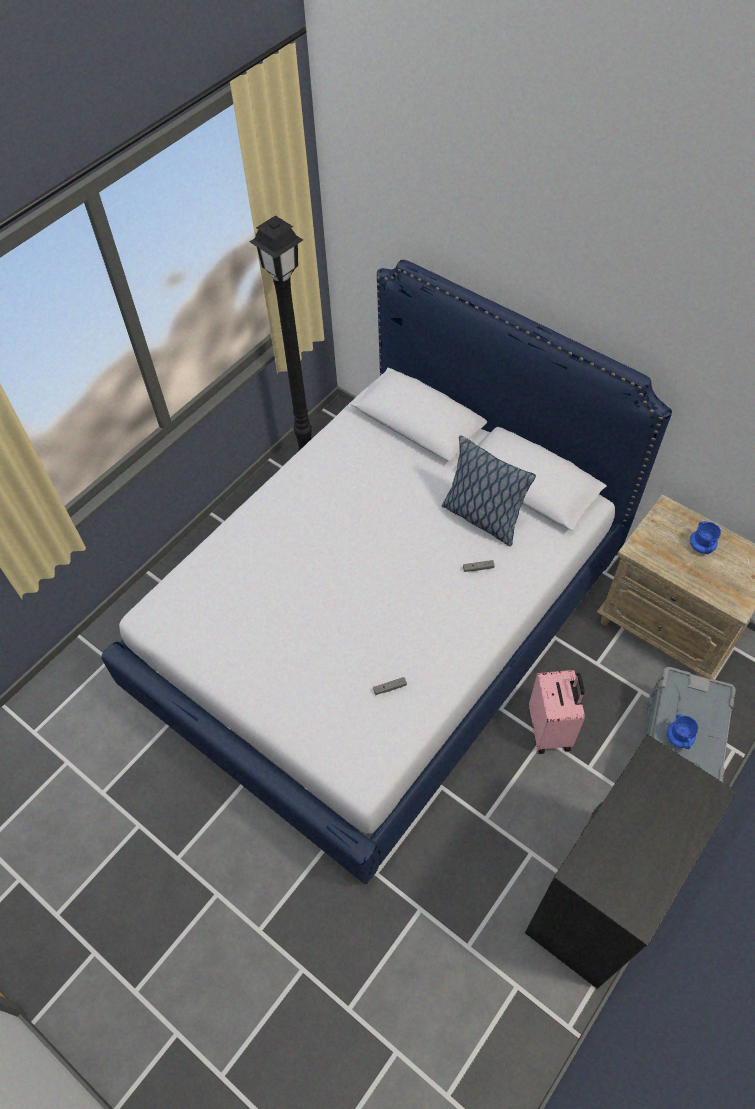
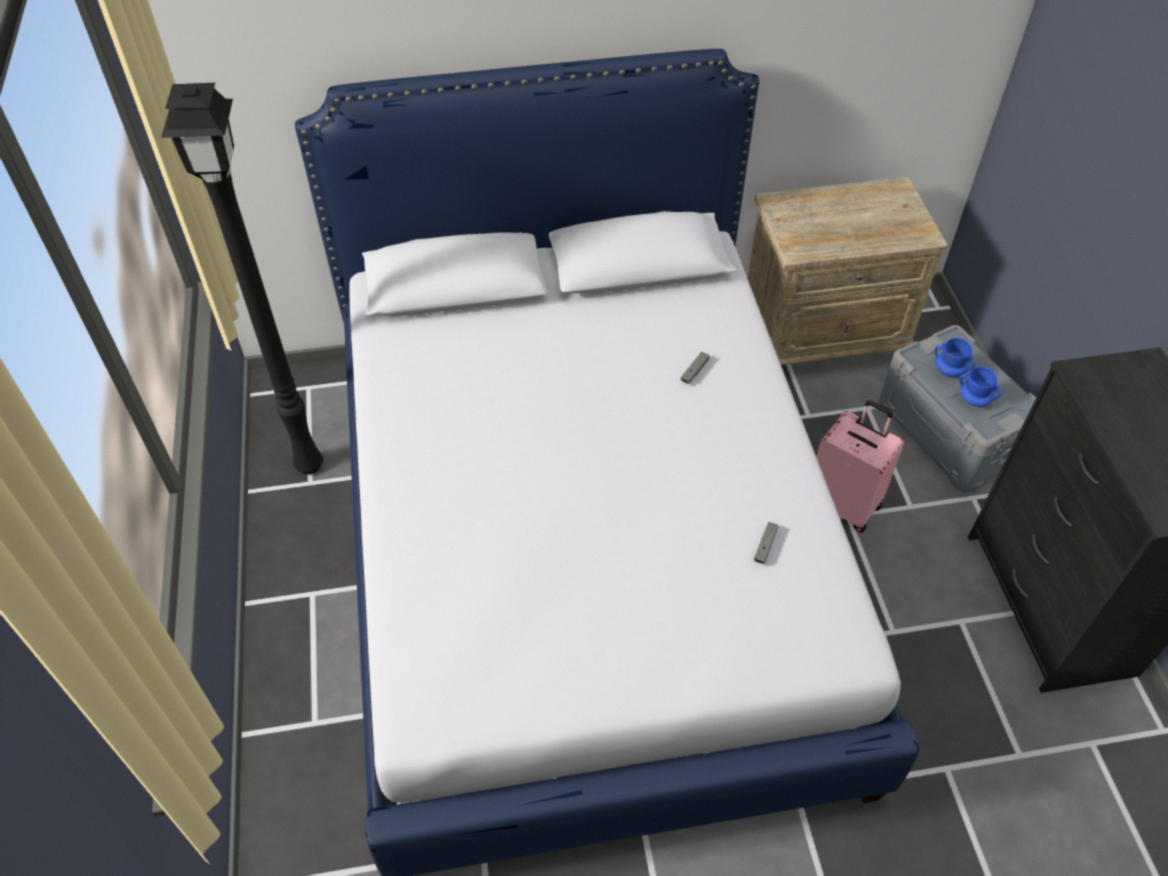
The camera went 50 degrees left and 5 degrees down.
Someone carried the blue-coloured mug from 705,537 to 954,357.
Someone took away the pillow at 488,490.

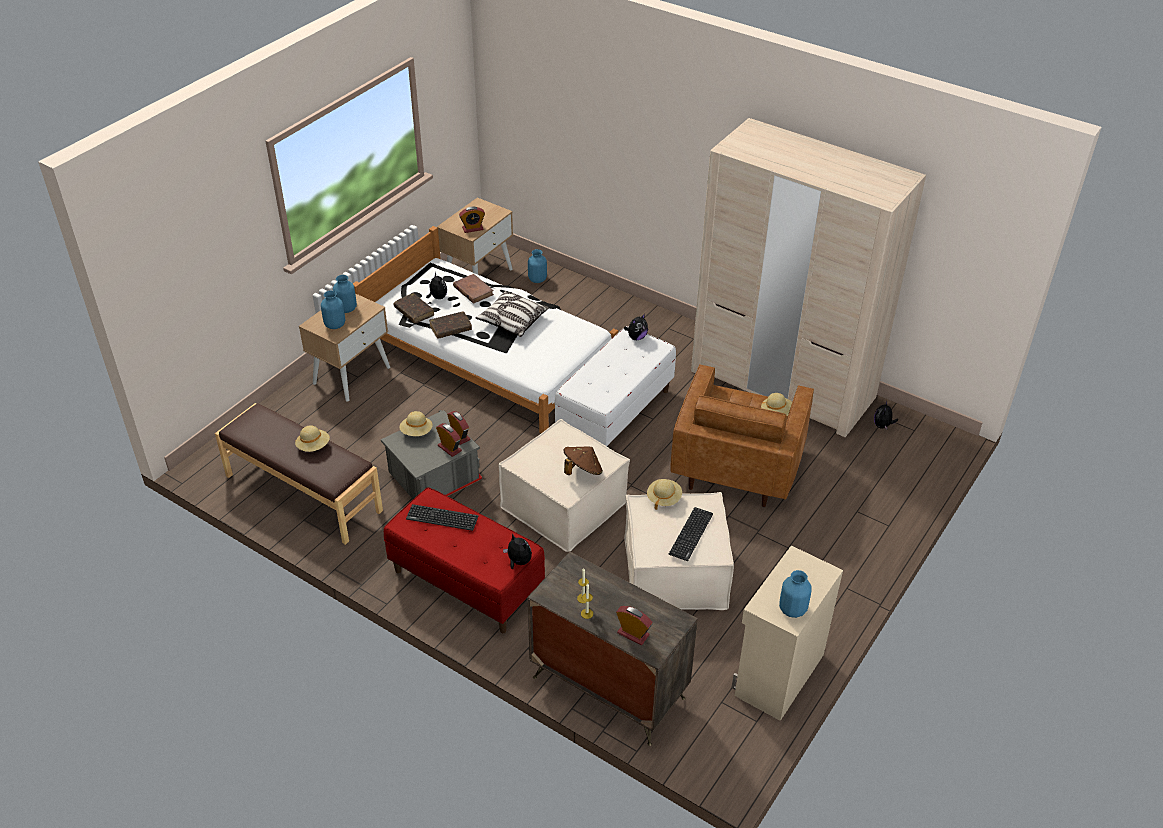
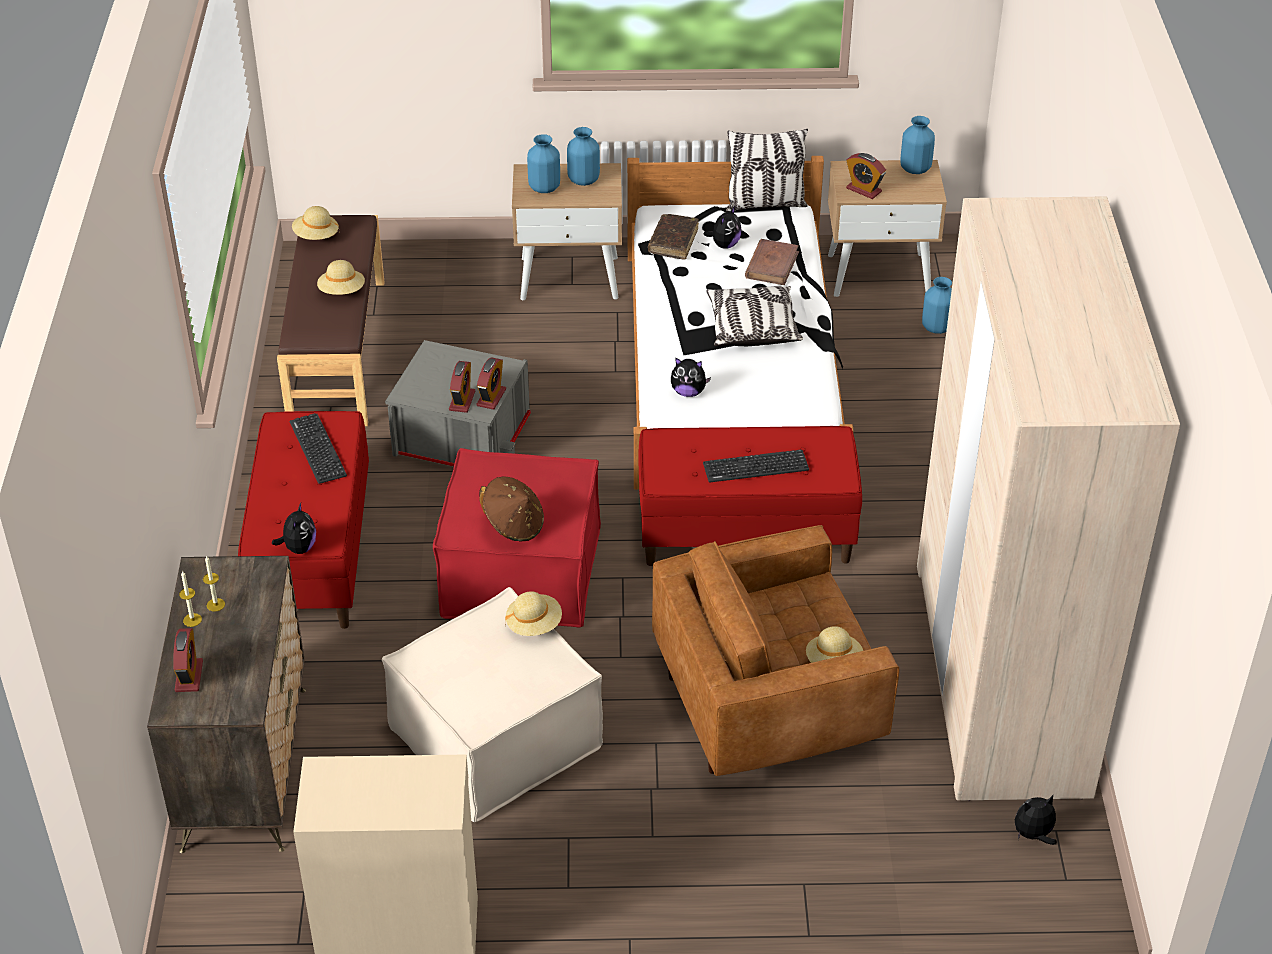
The camera went 55 degrees right and 0 degrees up.
Someone carried the beige wearable hat from 416,423 to 316,223.
Someone repainted the beige ottoman at 564,485, which became the reddish ottoman at 517,537.
Someone repainted the whitish indoor bench at 615,386, which became the reddish indoor bench at 750,496.
Someone carried the soft toy from 636,327 to 691,377.
Someone carried the keyboard from 691,534 to 756,466.
Someone put down the pillow at 767,170.
Someone carried the blue-coloured decorative vase from 795,594 to 917,145.
Someone took away the brown bound book at 450,325.

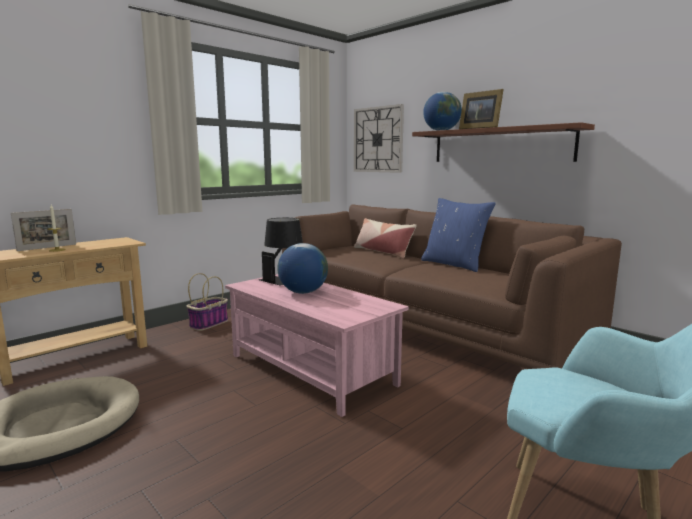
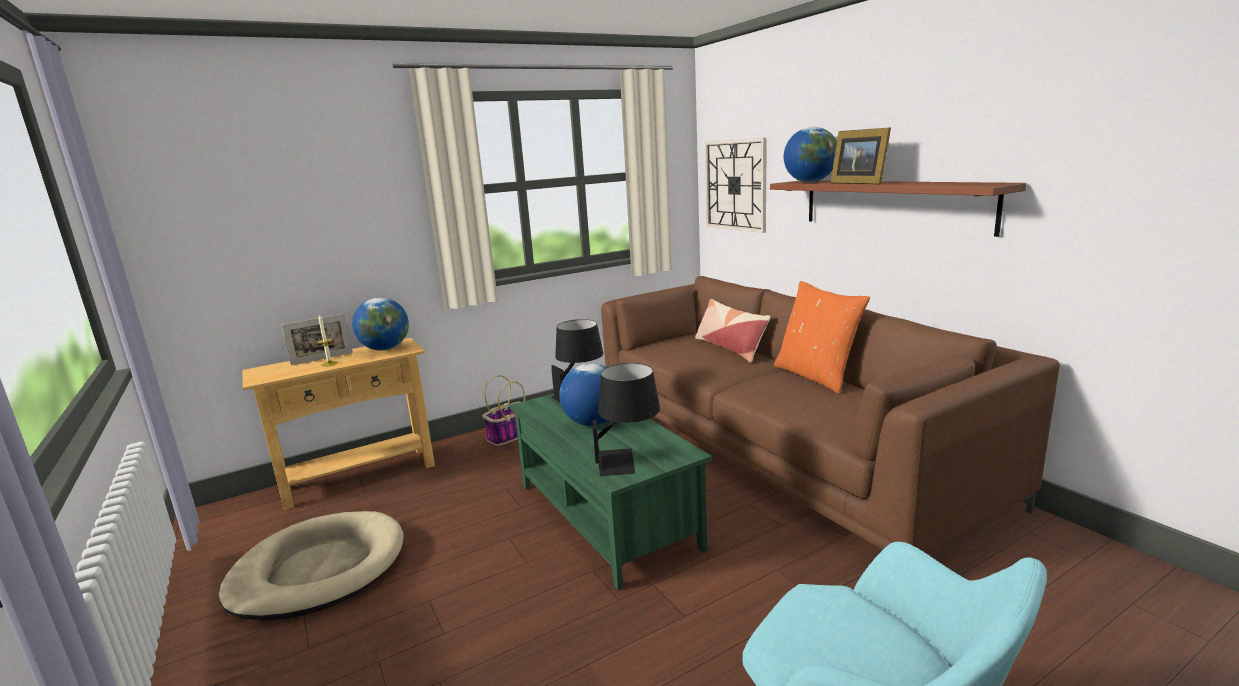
The camera went 15 degrees right and 5 degrees up.
Someone put down the globe at 380,324.
Someone repainted the pink-coloured coffee table at 317,345, which became the green-coloured coffee table at 610,492.
Someone put down the black-coloured lamp for a table at 626,419.
Someone repainted the blue-coloured pillow at 458,235, which became the orangey pillow at 822,337.

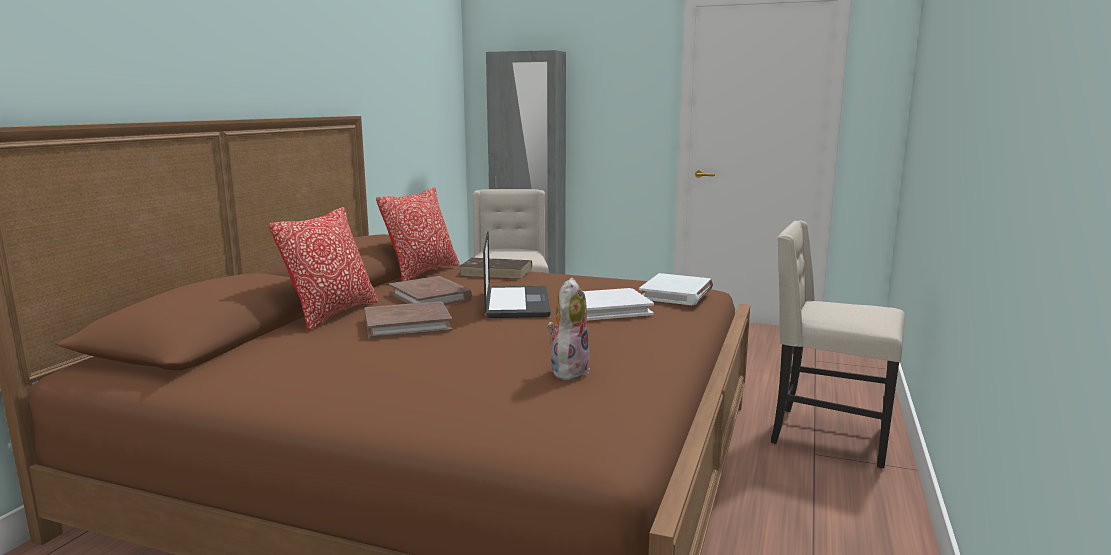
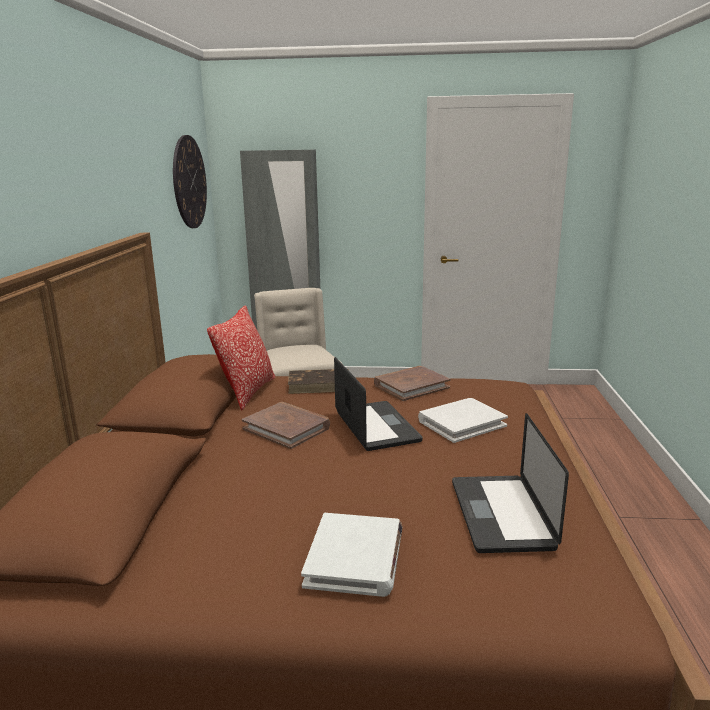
The camera went 15 degrees left and 5 degrees up.
Someone put up the hanging clock at 190,181.
Someone carried the whitish bound book from 676,289 to 351,555.
Someone carried the brown bound book from 409,320 to 412,383.
Someone swapped the soft toy at 568,329 for the notebook computer at 510,483.
Someone took away the pillow at 323,269.
Someone took away the beige chair at 838,344.

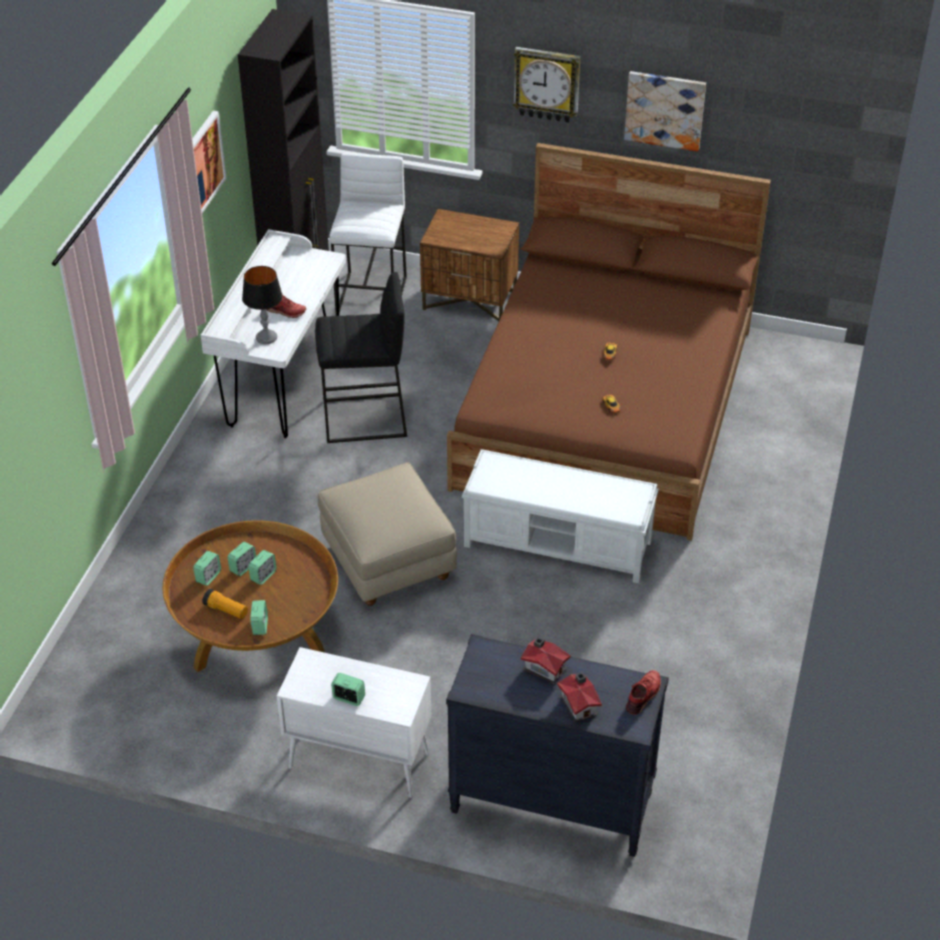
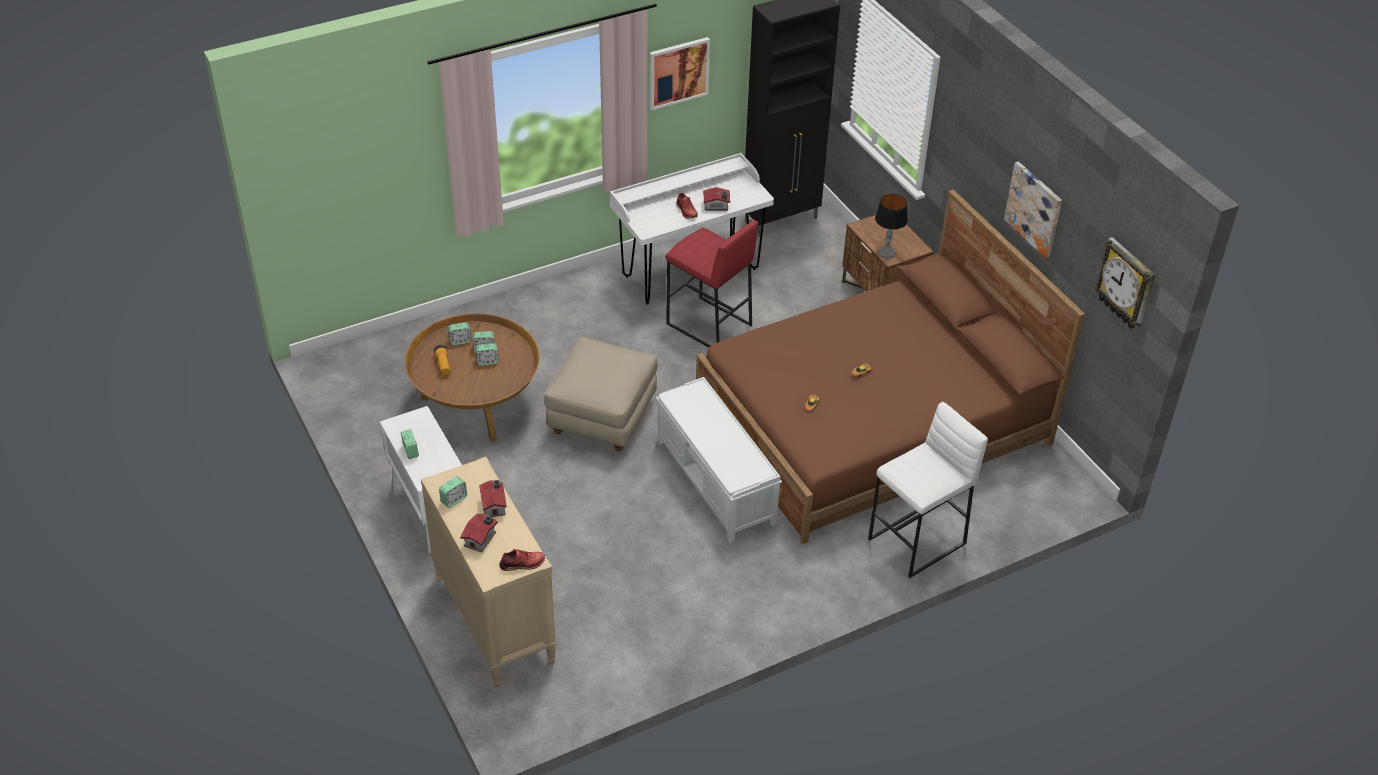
The camera went 45 degrees right and 0 degrees up.
Someone repainted the black-coloured drawer chest at 557,745, which became the beige drawer chest at 489,572.
Someone carried the table clock from 259,617 to 453,492.
Someone repainted the black-coloured sitting stool at 361,357, which became the reddish sitting stool at 712,284.
Someone put down the toy house at 716,199.
Someone carried the whitish sitting stool from 368,234 to 928,490.
Someone carried the lamp for a table from 262,305 to 891,226.
Someone carried the hanging clock from 547,85 to 1124,283.

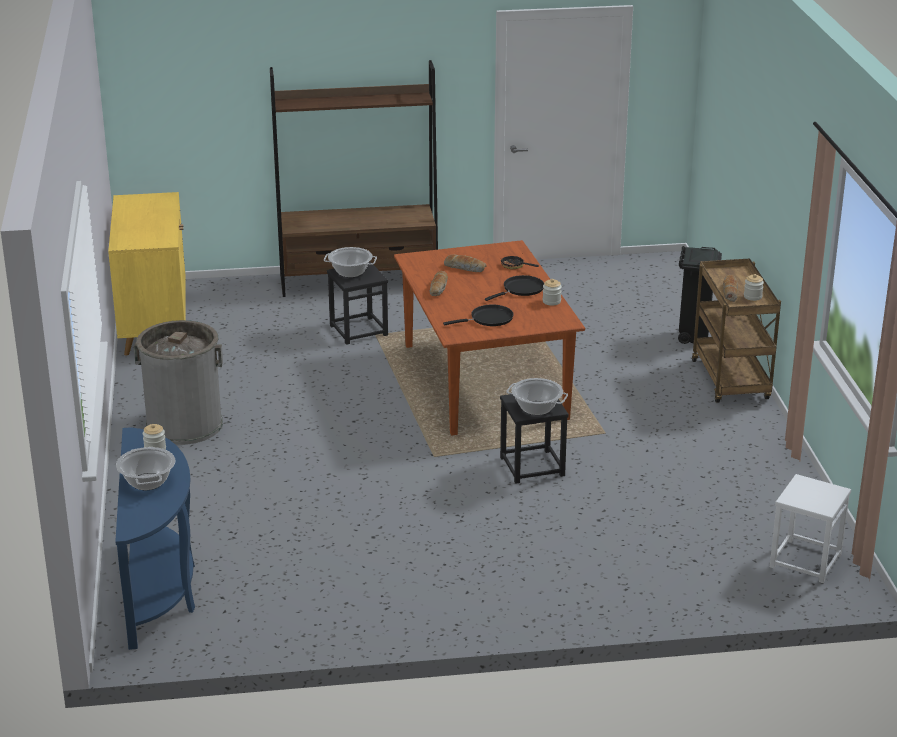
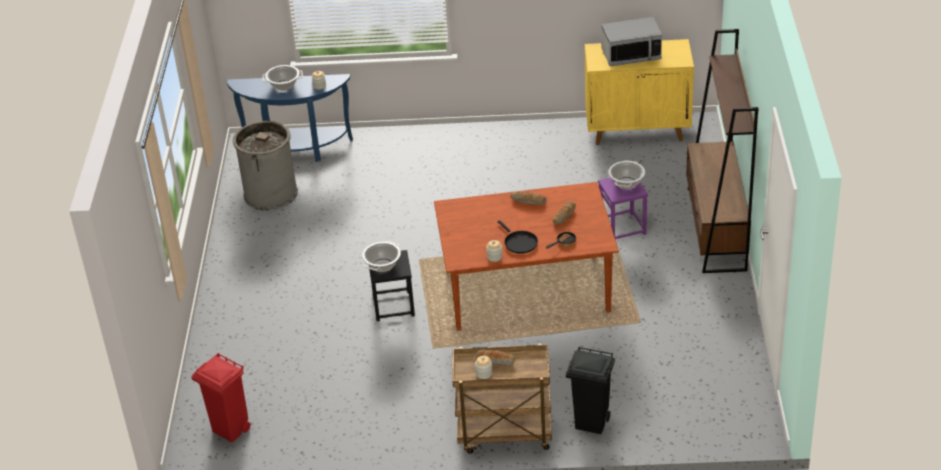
The camera went 100 degrees right and 10 degrees up.
Someone swapped the whitish sitting stool at 810,528 for the reddish waste bin at 221,397.
Someone carried the gray waste bin from 178,382 to 265,166.
Someone repainted the black-coloured sitting stool at 357,303, which became the purple-coloured sitting stool at 623,208.
Someone put down the microwave oven at 631,41.
Someone took away the black-coloured skillet at 478,315.

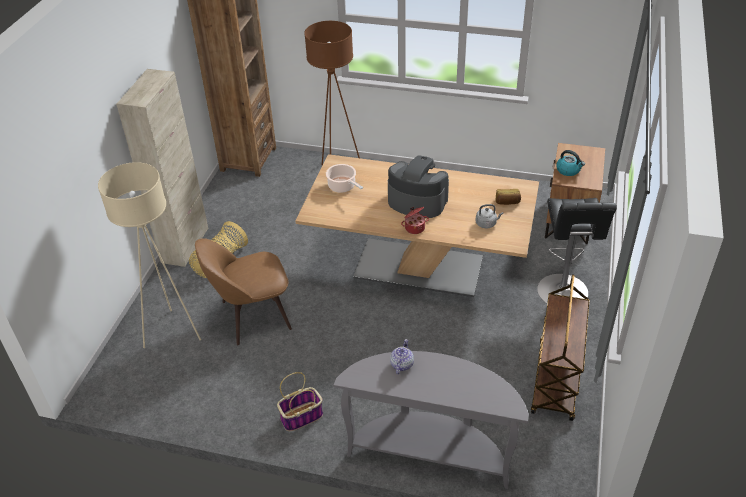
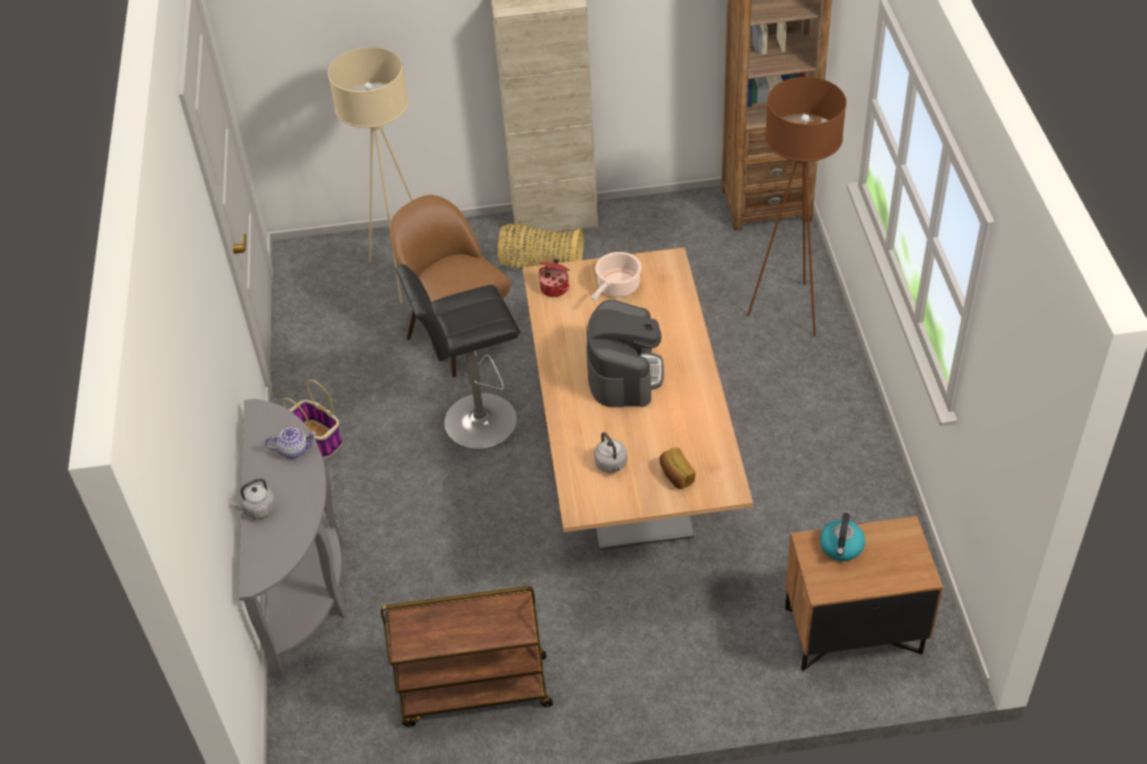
The camera went 70 degrees right and 5 degrees up.
Someone put down the gray kettle at 252,498.
Someone carried the black-coloured sitting stool from 577,250 to 457,356.
Someone carried the saucepot from 415,220 to 554,277.

